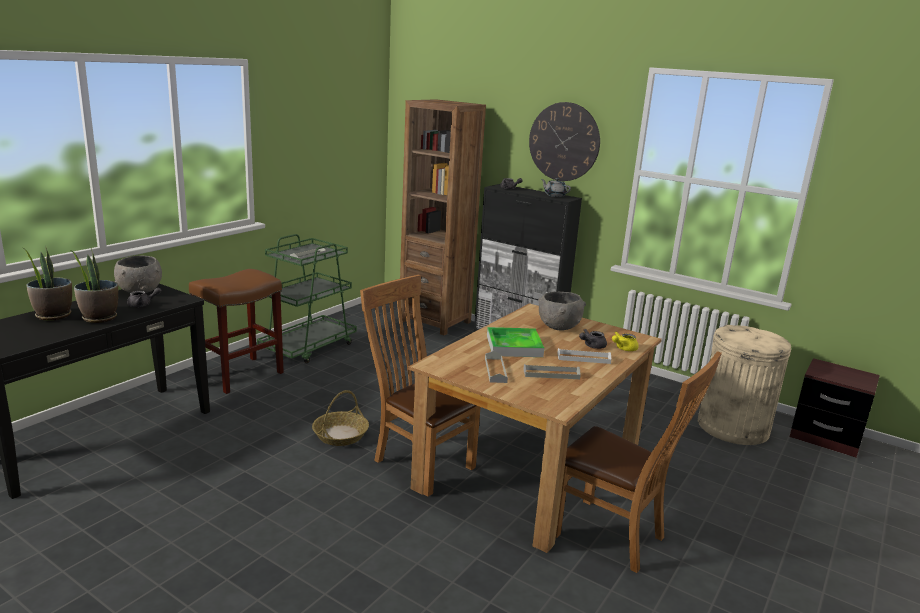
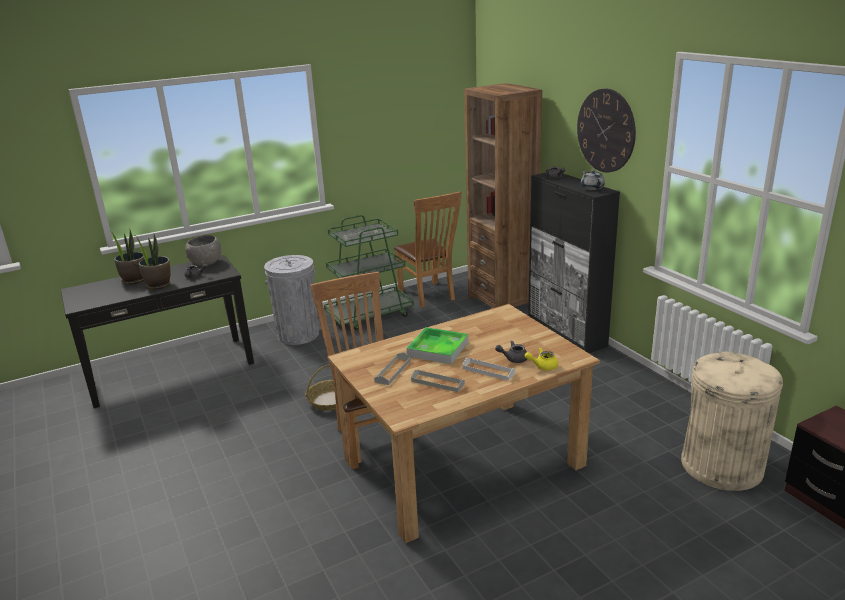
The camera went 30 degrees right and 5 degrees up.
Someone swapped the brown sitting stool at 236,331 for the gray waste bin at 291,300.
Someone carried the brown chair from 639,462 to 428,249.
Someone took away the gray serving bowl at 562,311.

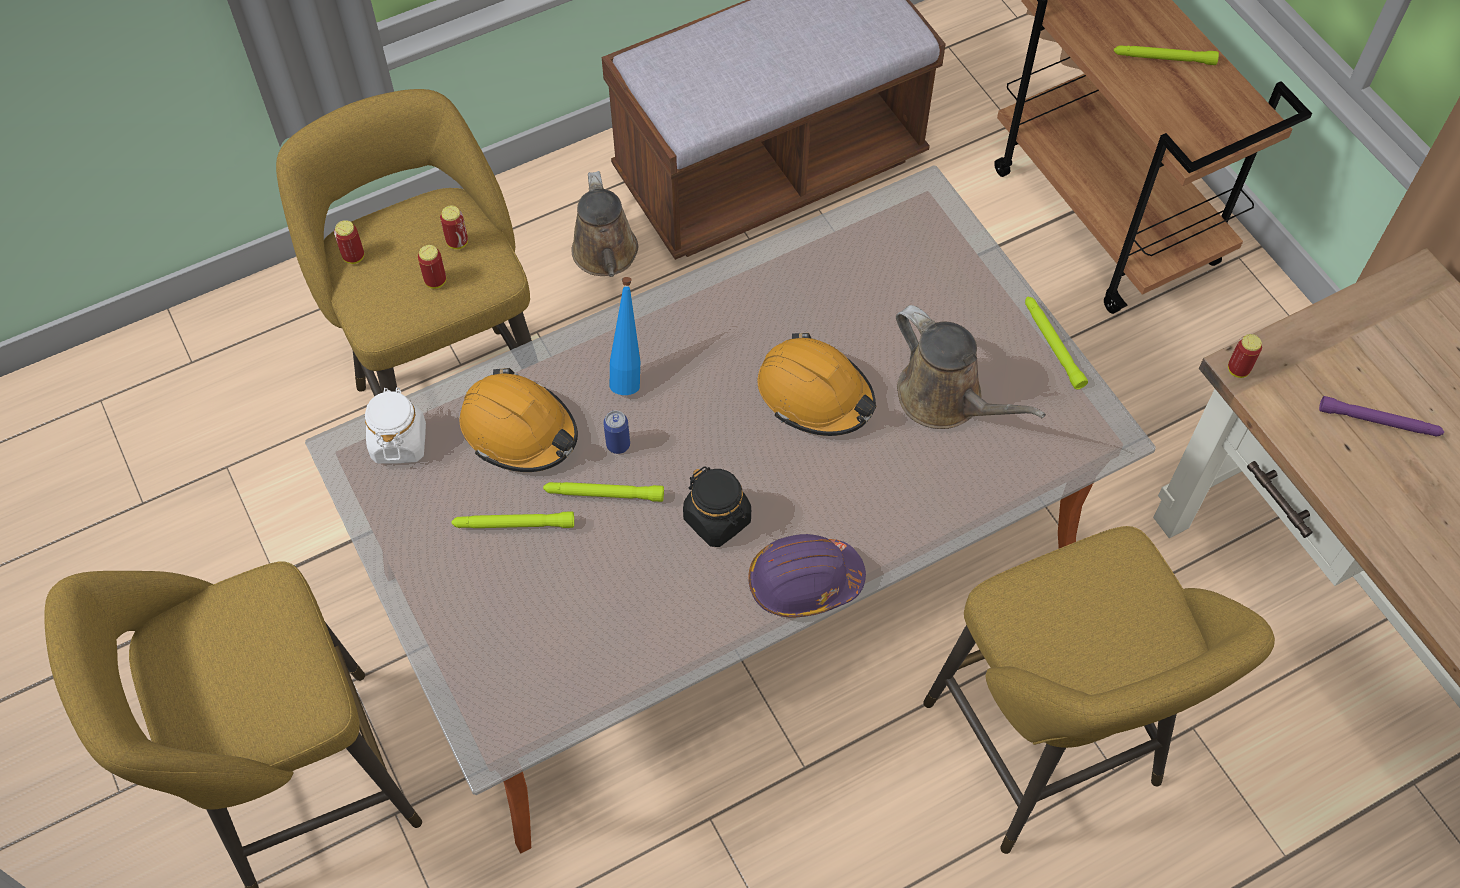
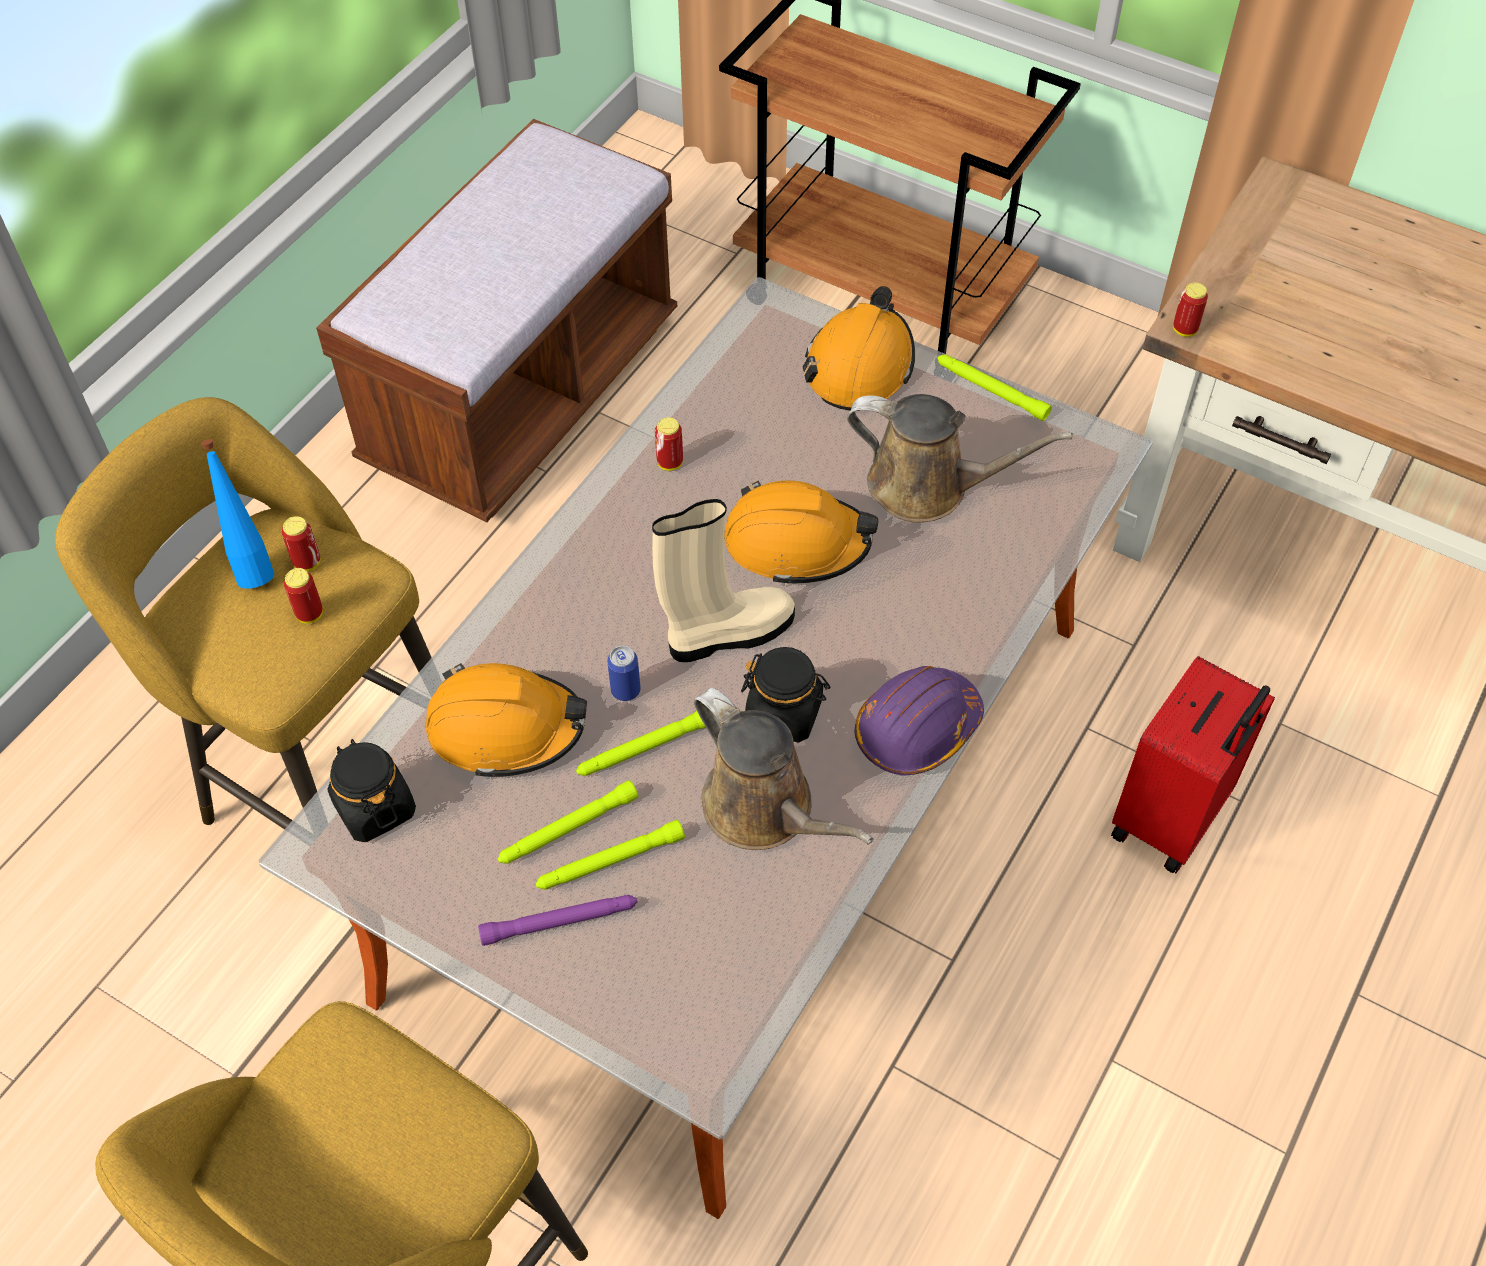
The camera went 30 degrees left and 5 degrees down.
Someone carried the blue-coloured beverage bottle from 625,336 to 237,514.
Someone repainted the whitish preserve jar at 395,425, which became the black-coloured preserve jar at 372,790.
Someone carried the purple-coloured flashlight from 1381,416 to 557,920.
Someone carried the green-coloured flashlight from 1166,55 to 610,855.
Someone put down the beige high-top boot at 723,580.
Someone carried the metal can from 349,242 to 669,444.
Someone carried the brown sprinkling can from 604,224 to 784,769.
Someone put down the orangey safety helmet at 859,348.
Someone swapped the yellow sitting stool at 1099,690 for the reddish travel case at 1193,765.

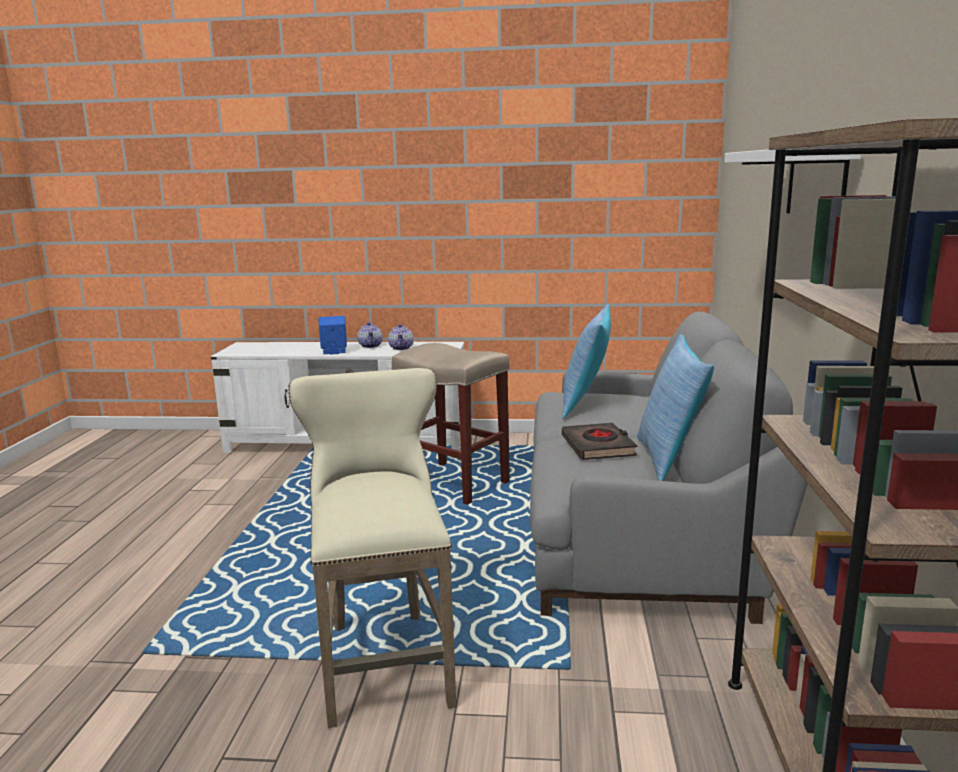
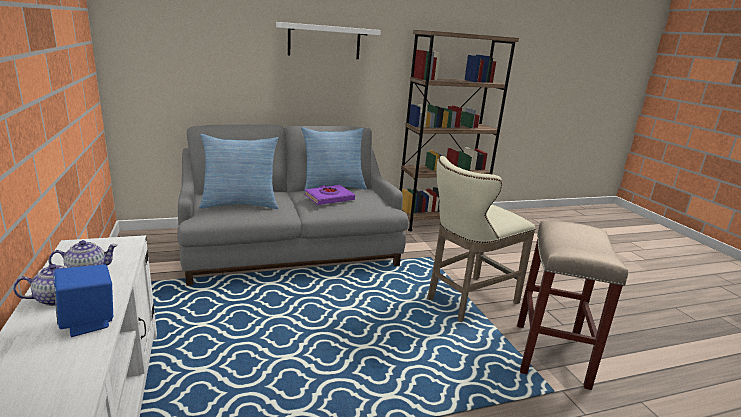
The camera went 115 degrees left and 5 degrees up.
Someone repainted the black-coloured bound book at 599,441, which became the purple-coloured bound book at 329,195.
Someone carried the beige sitting stool from 451,424 to 572,305.

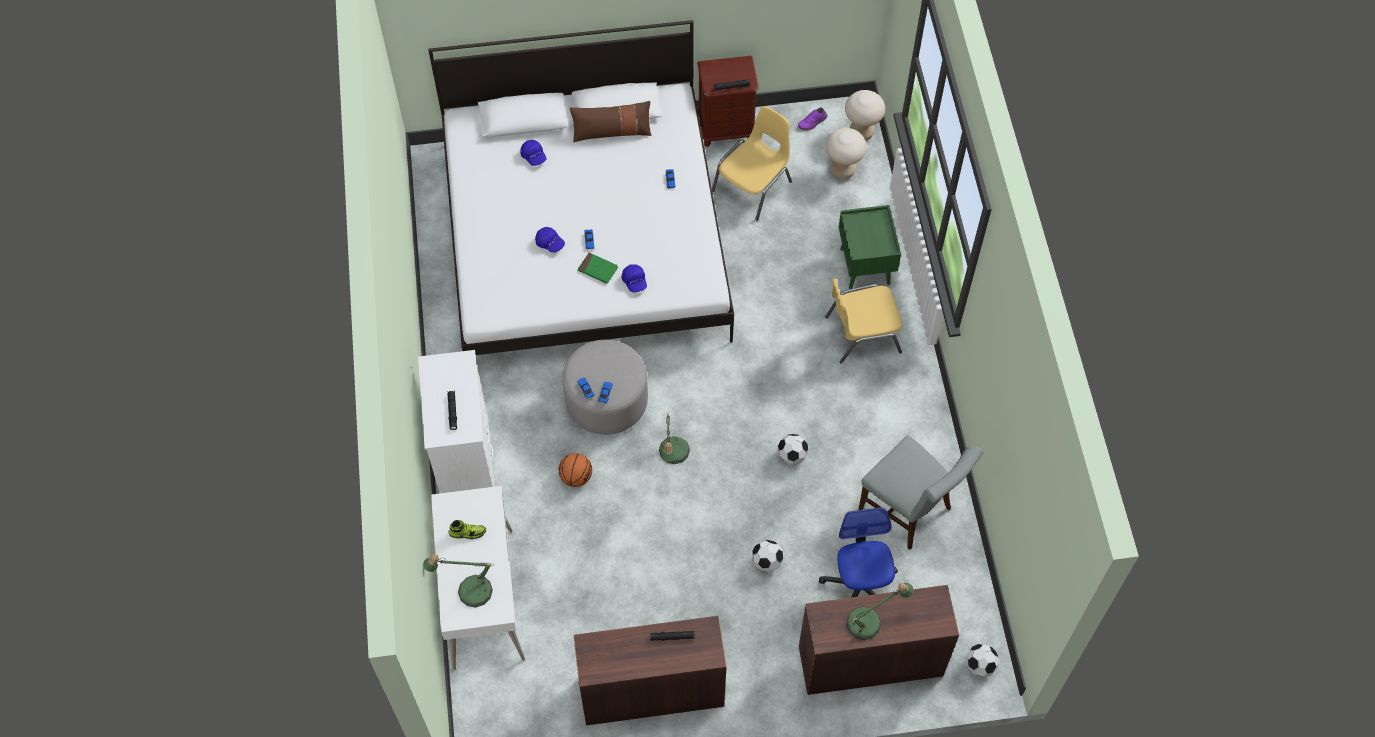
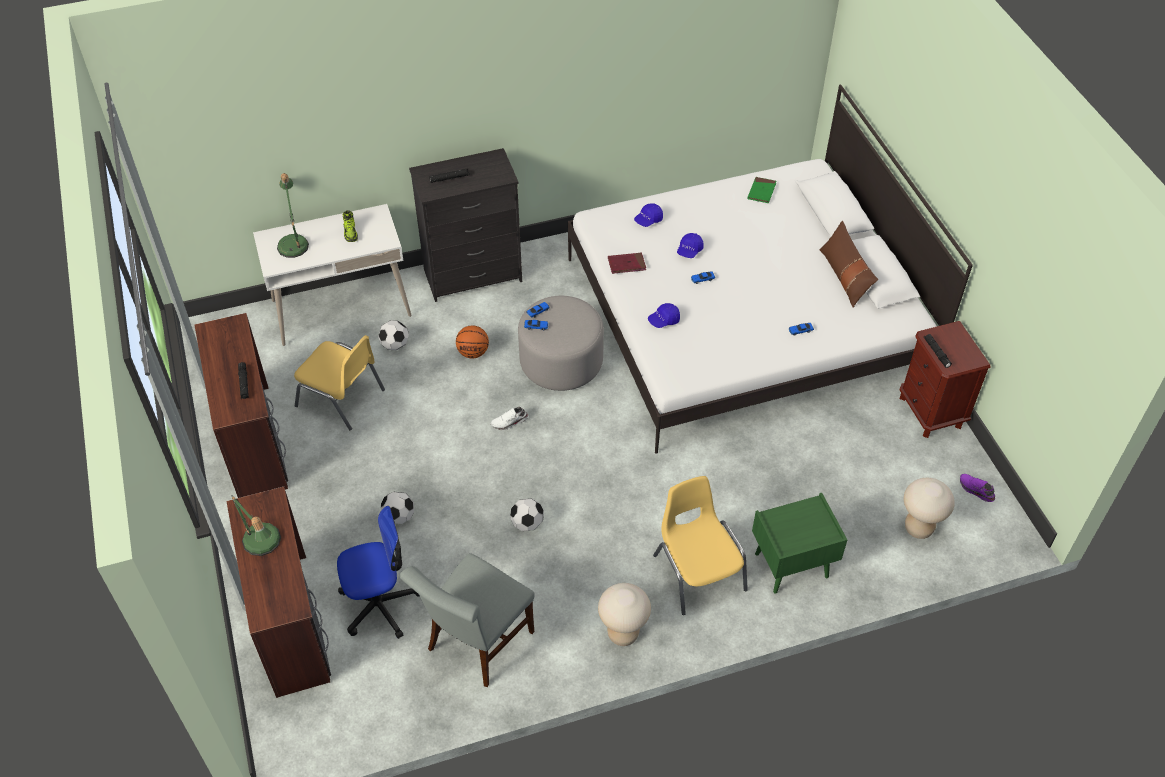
The camera went 80 degrees right and 10 degrees down.
Someone carried the yellow chair from 752,163 to 339,382.
Someone carried the ball for football from 982,660 to 393,335.
Someone repainted the whitish drawer chest at 456,421, which became the black-coloured drawer chest at 465,225.
Someone swapped the lamp for a table at 674,439 for the whitish item of footwear at 510,418.
Someone carried the beige sitting stool from 865,115 to 624,614.
Someone put down the reddish bound book at 627,263.
Someone carried the blue-coloured baseball cap from 533,153 to 648,215.
Someone carried the green-coloured bound book from 598,268 to 761,190.

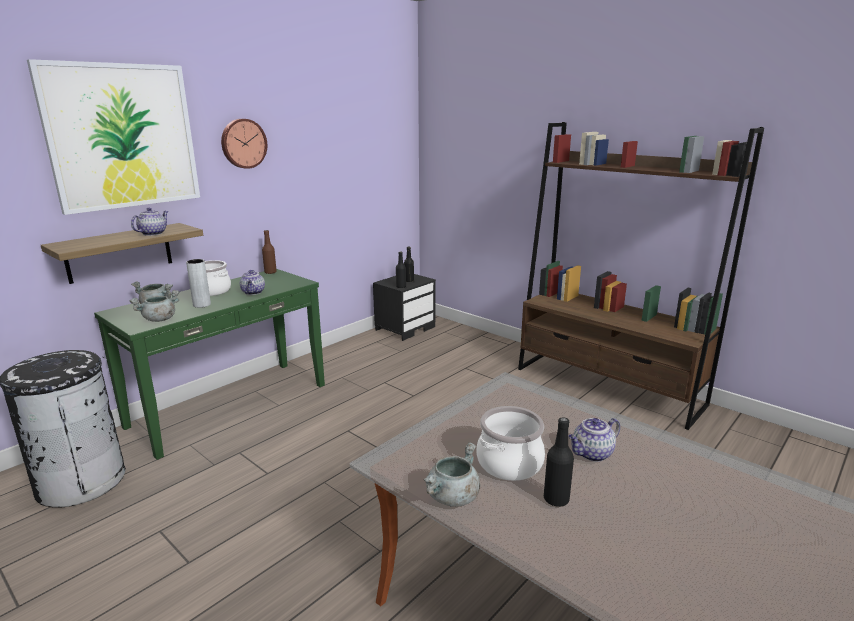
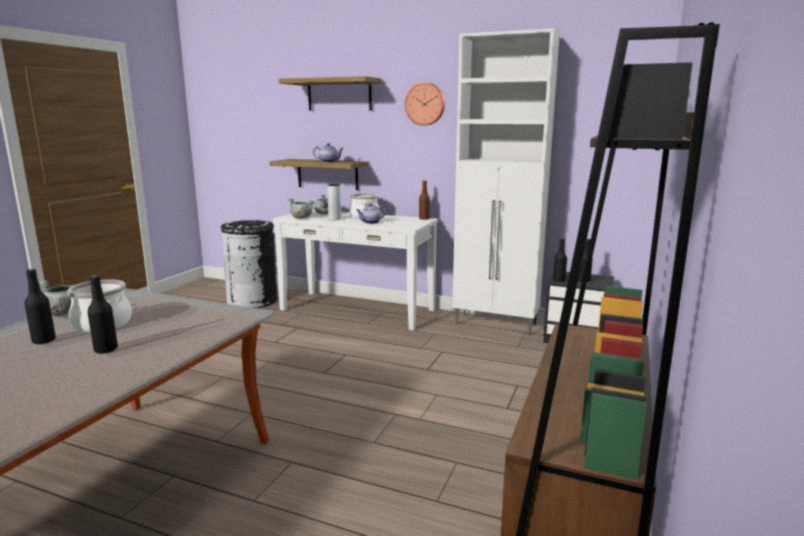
The camera went 70 degrees right and 5 degrees down.
Someone swapped the pot for tea at 594,440 for the black-coloured beverage bottle at 103,314.
Someone repainted the green-coloured hall table at 209,364, which became the whitish hall table at 355,270.
Someone swapped the picture at 113,137 for the shelf at 330,93.
Someone put down the whitish storage cabinet at 506,181.

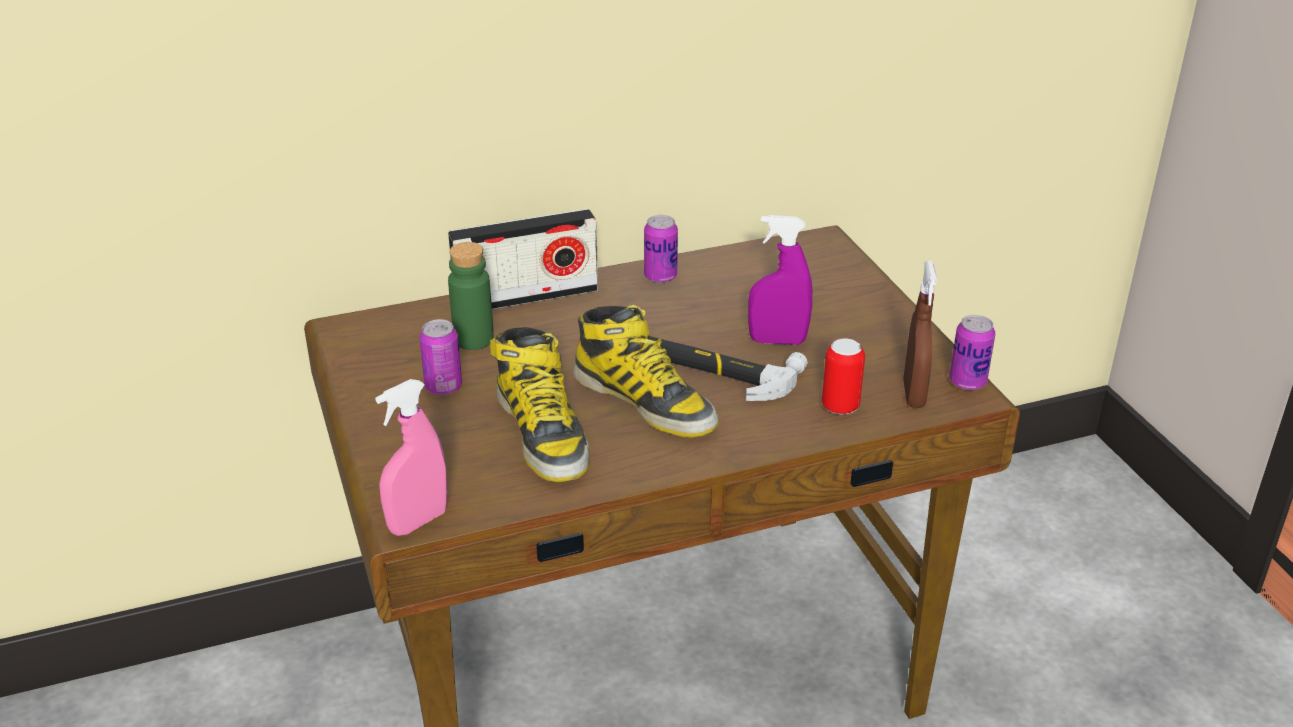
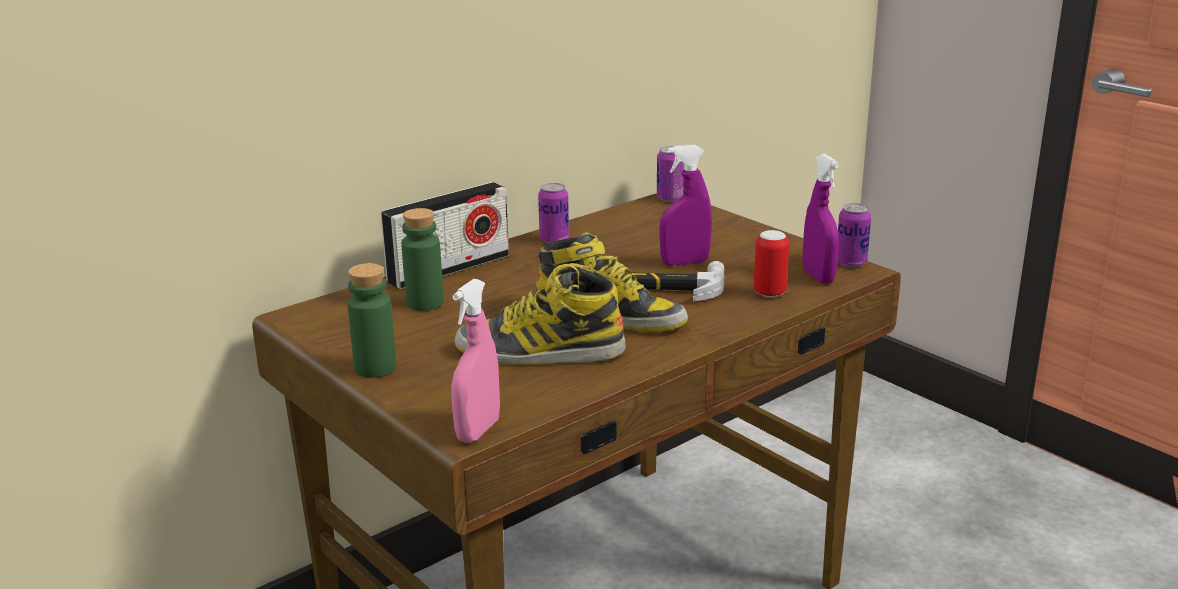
The camera went 20 degrees left and 10 degrees down.
Someone put down the green-coloured beverage bottle at 371,320.
Someone rotated the high-top boot at 539,404 by 135 degrees clockwise.
Someone carried the metal can from 440,357 to 670,174.
Someone repainted the brown spray bottle at 920,334, which became the purple-coloured spray bottle at 821,219.

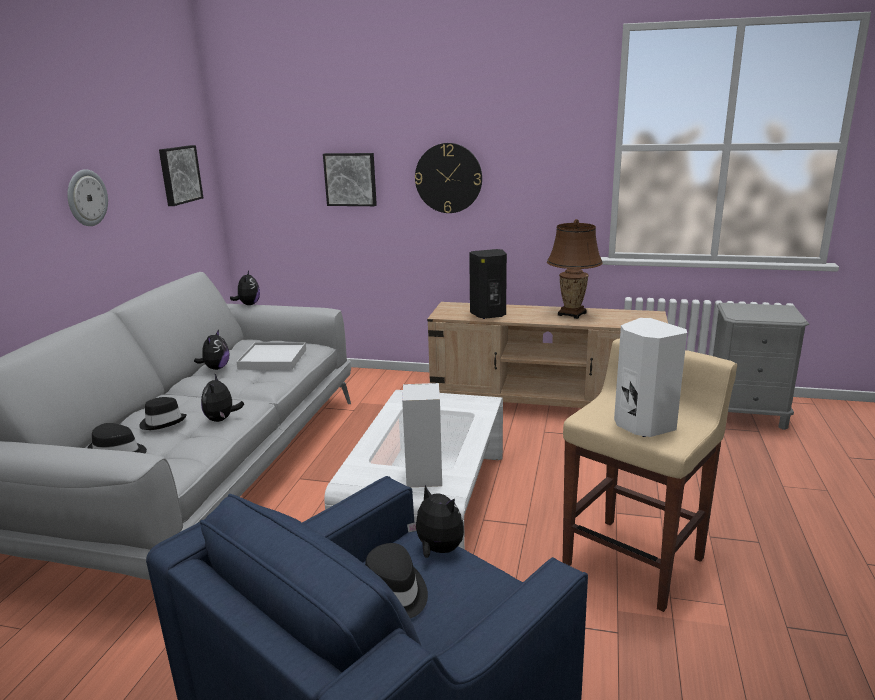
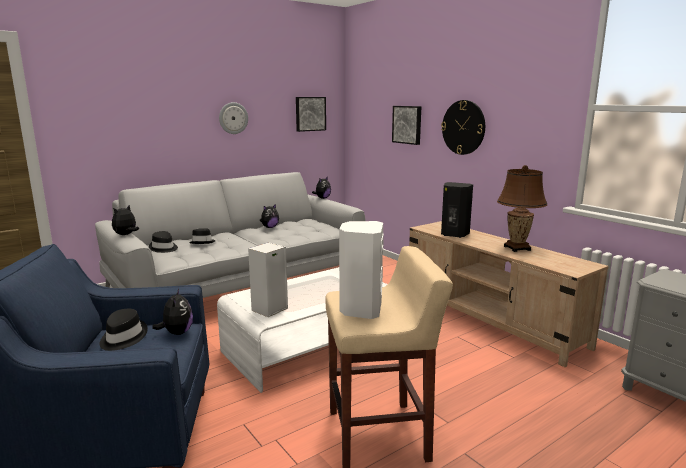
The camera went 40 degrees right and 5 degrees down.
Someone carried the soft toy from 222,398 to 125,220.
Someone took away the whitish carrying tray at 271,356.

